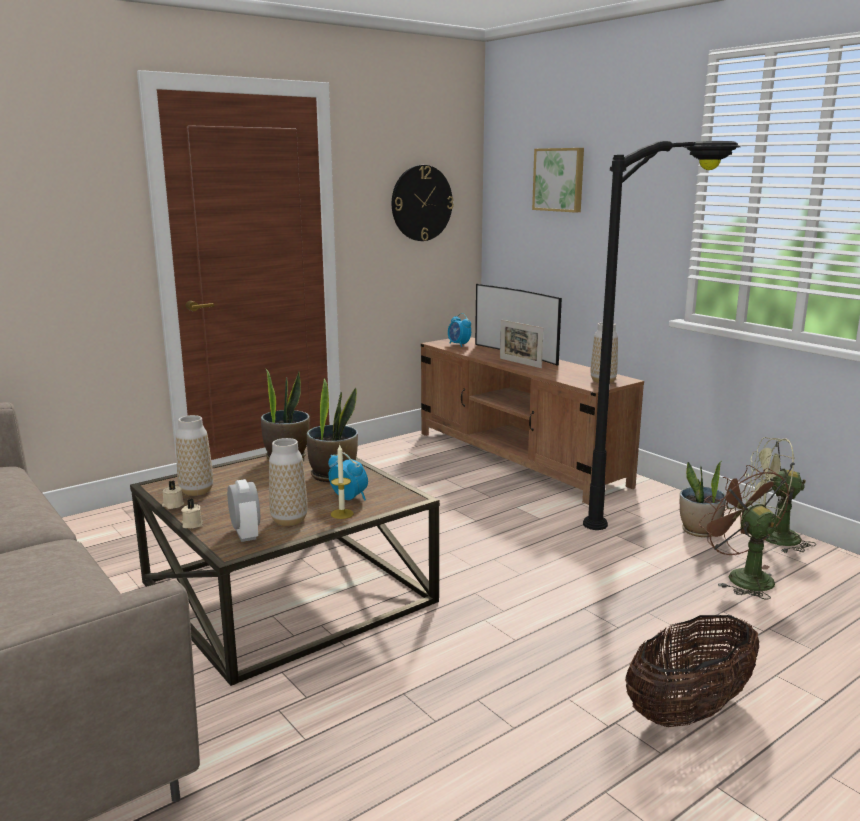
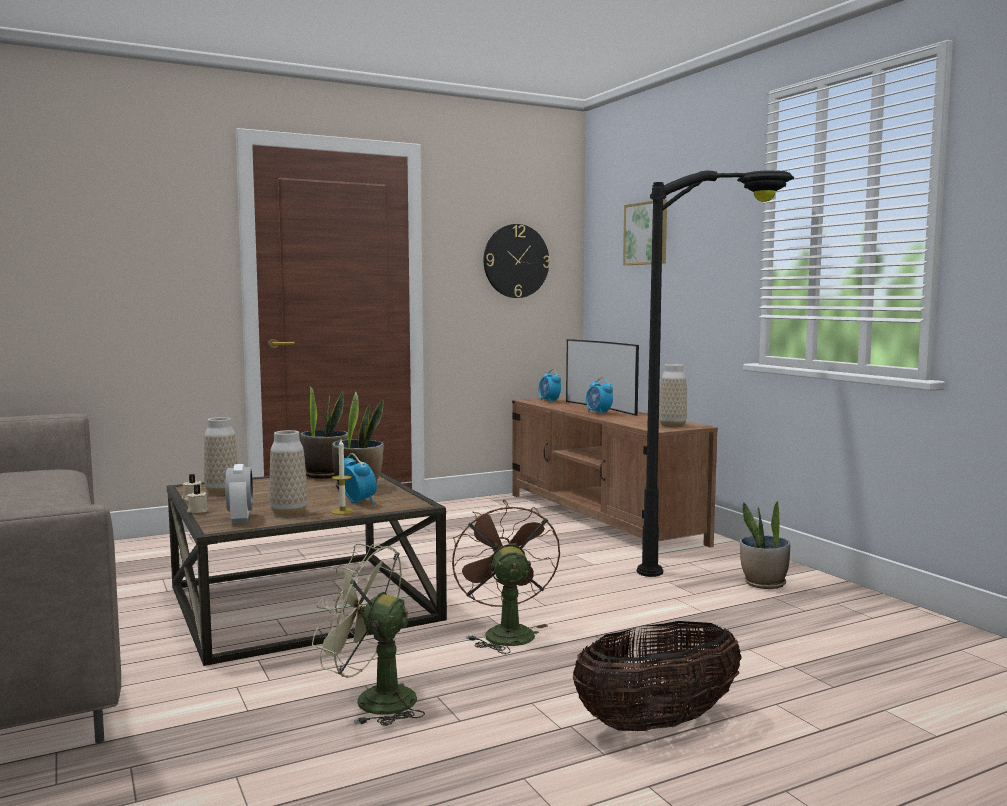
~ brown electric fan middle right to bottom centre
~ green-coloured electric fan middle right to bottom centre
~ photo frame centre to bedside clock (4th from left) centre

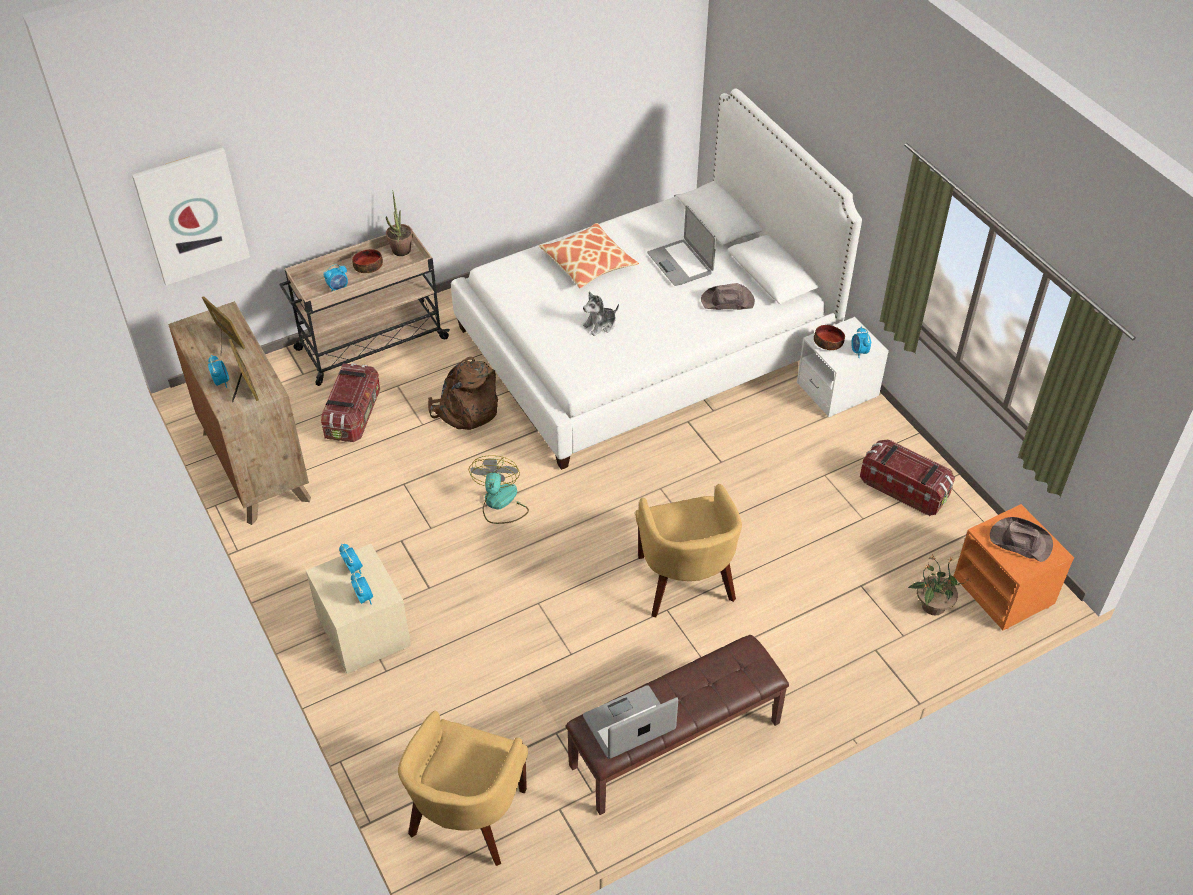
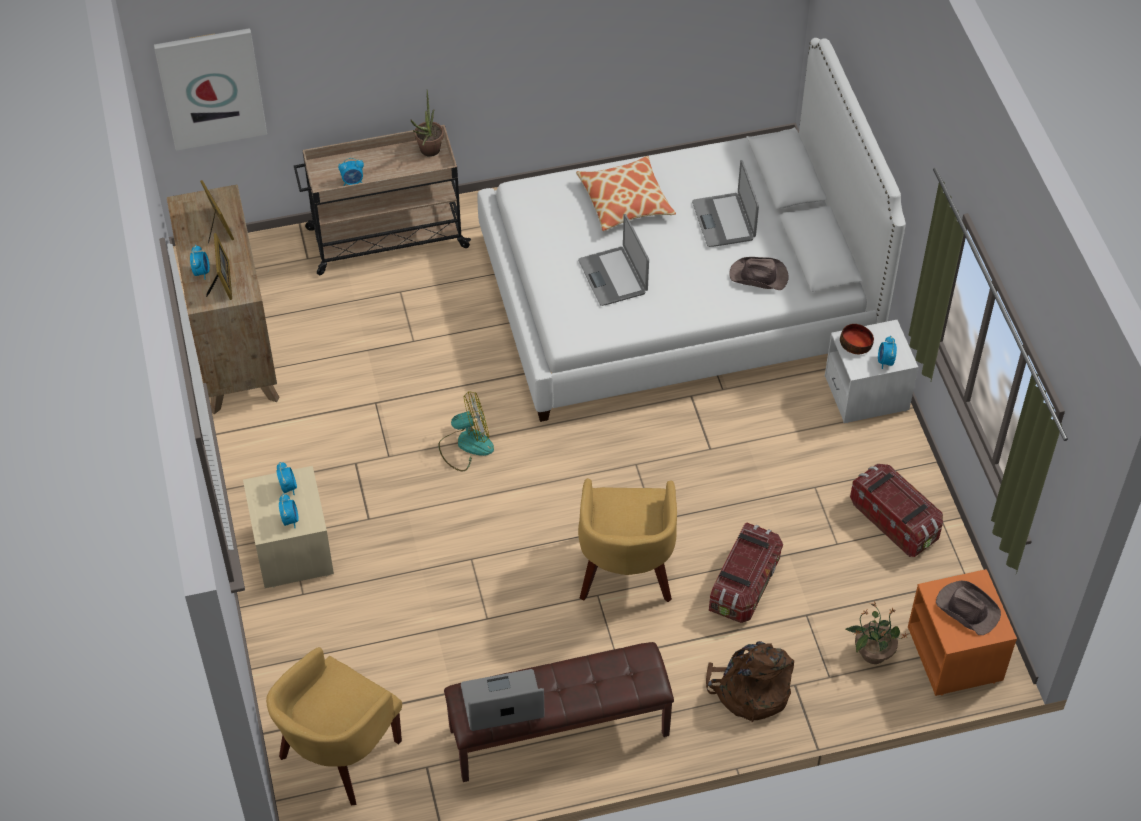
- bowl (1st from left) top left
~ storage bin (1st from left) middle left to bottom centre
~ brown rucksack centre to bottom centre
~ soft toy centre to portable computer (2nd from left) top centre
~ electric fan centre = centre 60 degrees clockwise

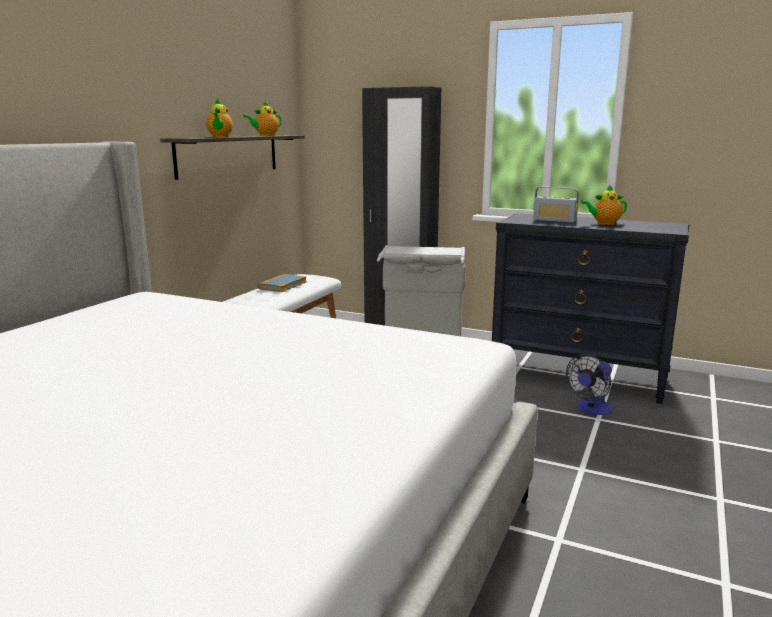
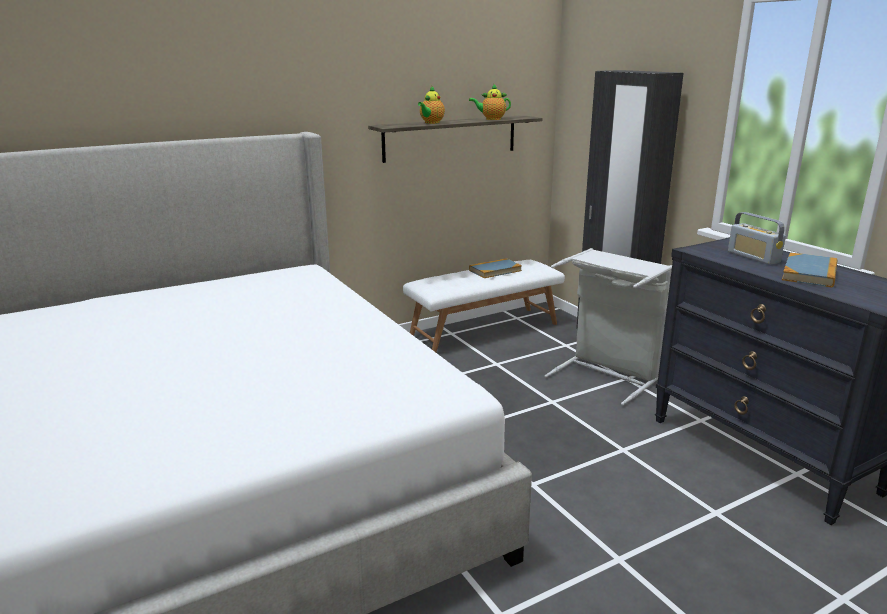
- electric fan middle right
~ tea pot (3rd from left) top right to bound book (2nd from left) middle right

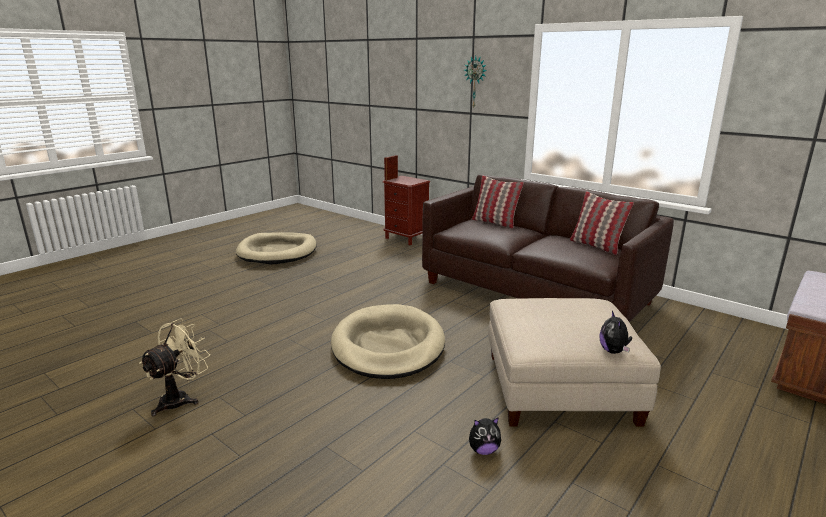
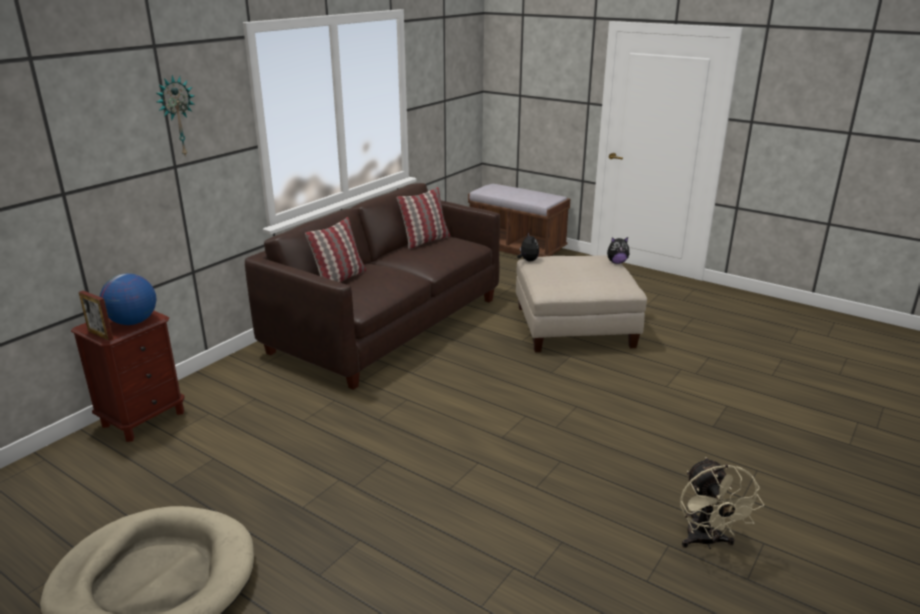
- beige-coloured pet bed (2nd from left) centre
+ globe middle left
~ soft toy (1st from left) bottom centre to centre
~ beige-coloured electric fan bottom left = bottom right 120 degrees counterclockwise

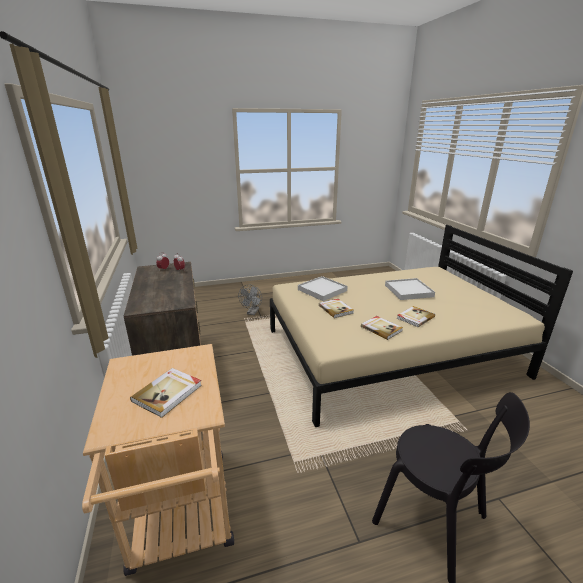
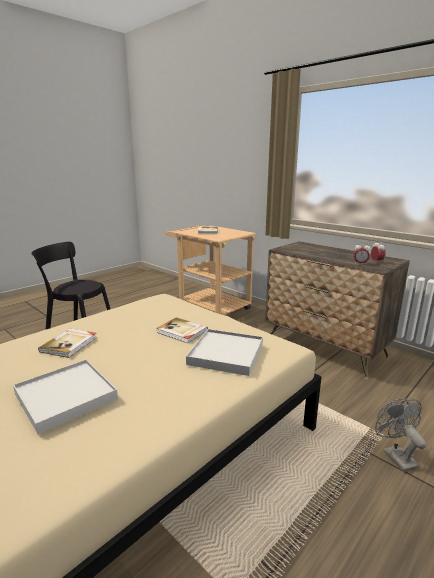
- bound book (3rd from left) centre

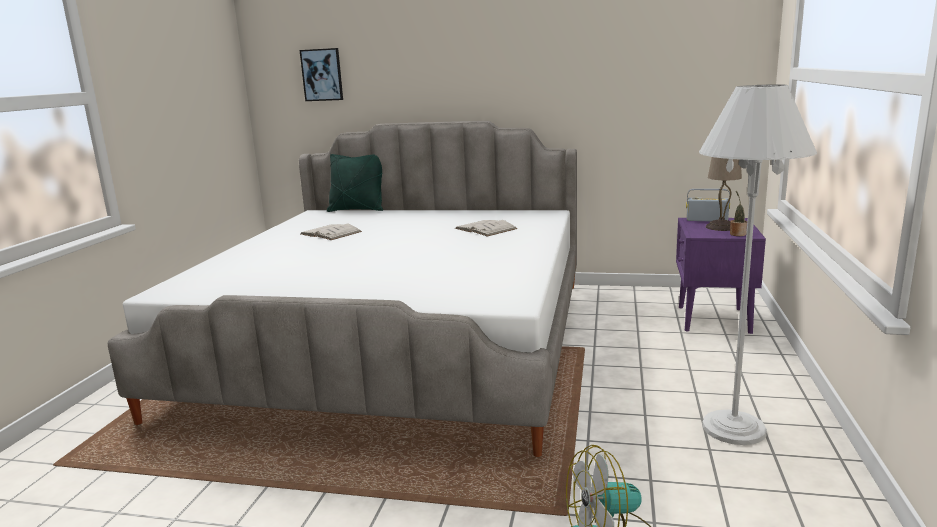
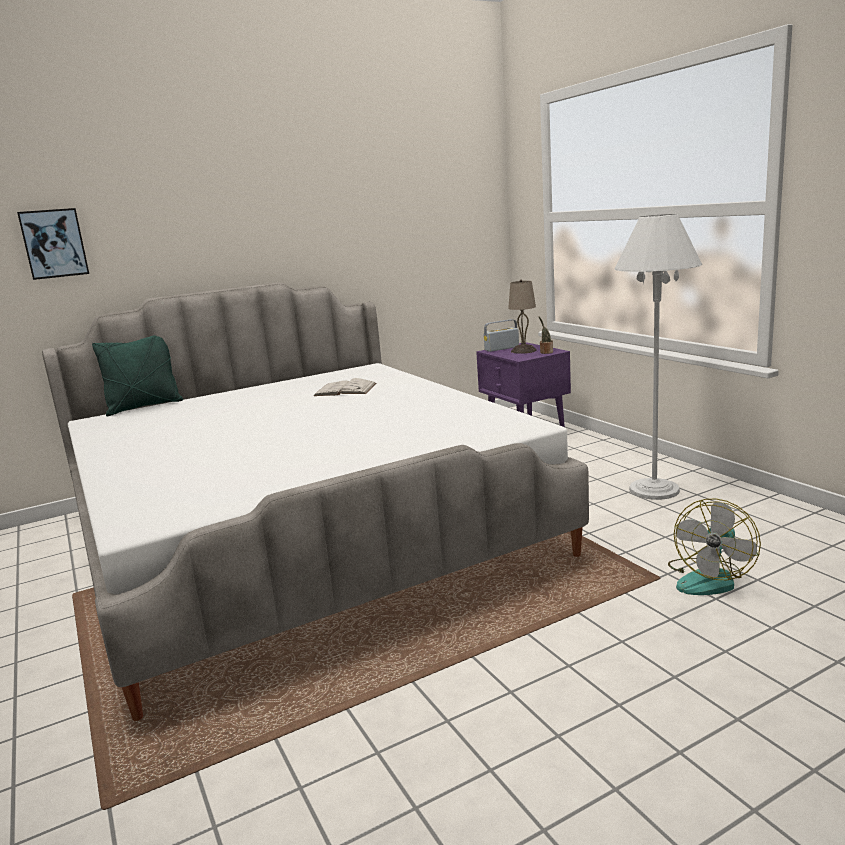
- whitish bound book (1st from left) centre

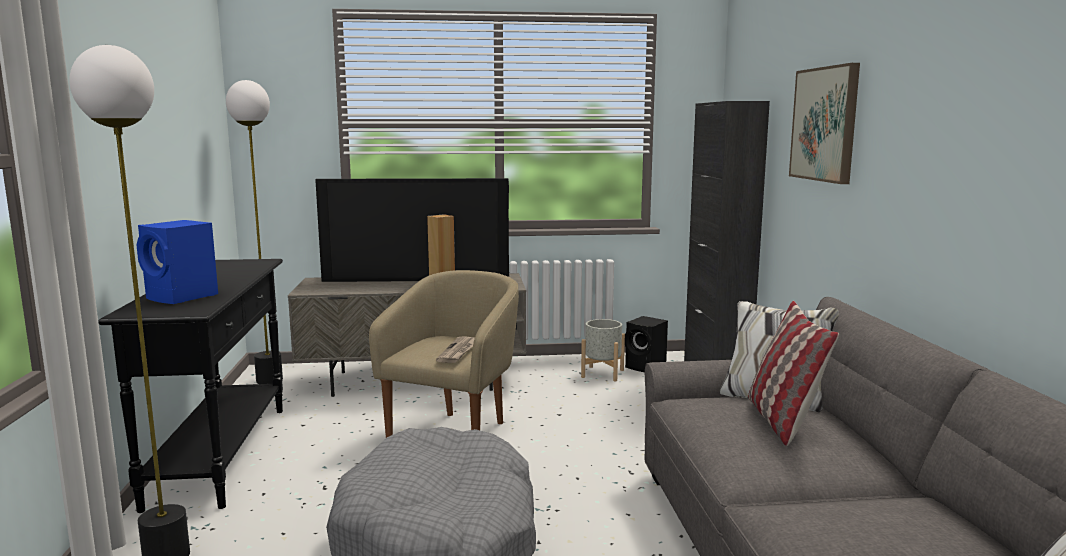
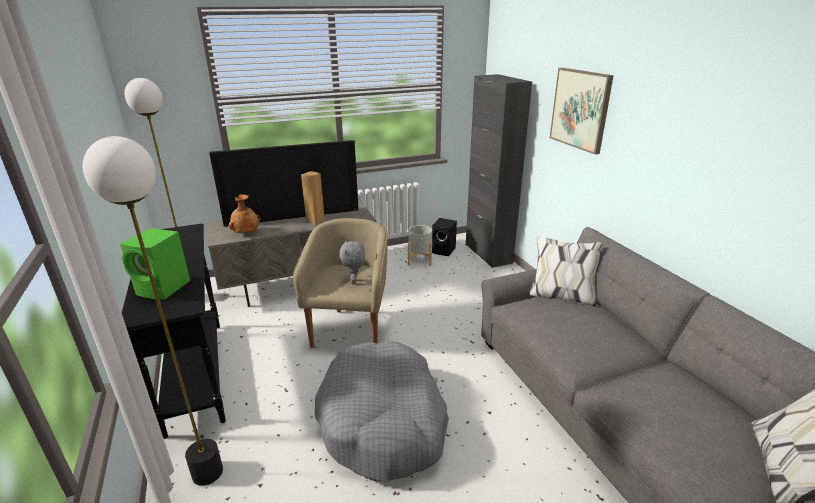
- pillow bottom right
+ brown vase middle left
~ printed paper centre to gray soft toy centre
~ blue-coloured speaker middle left to green-coloured speaker middle left

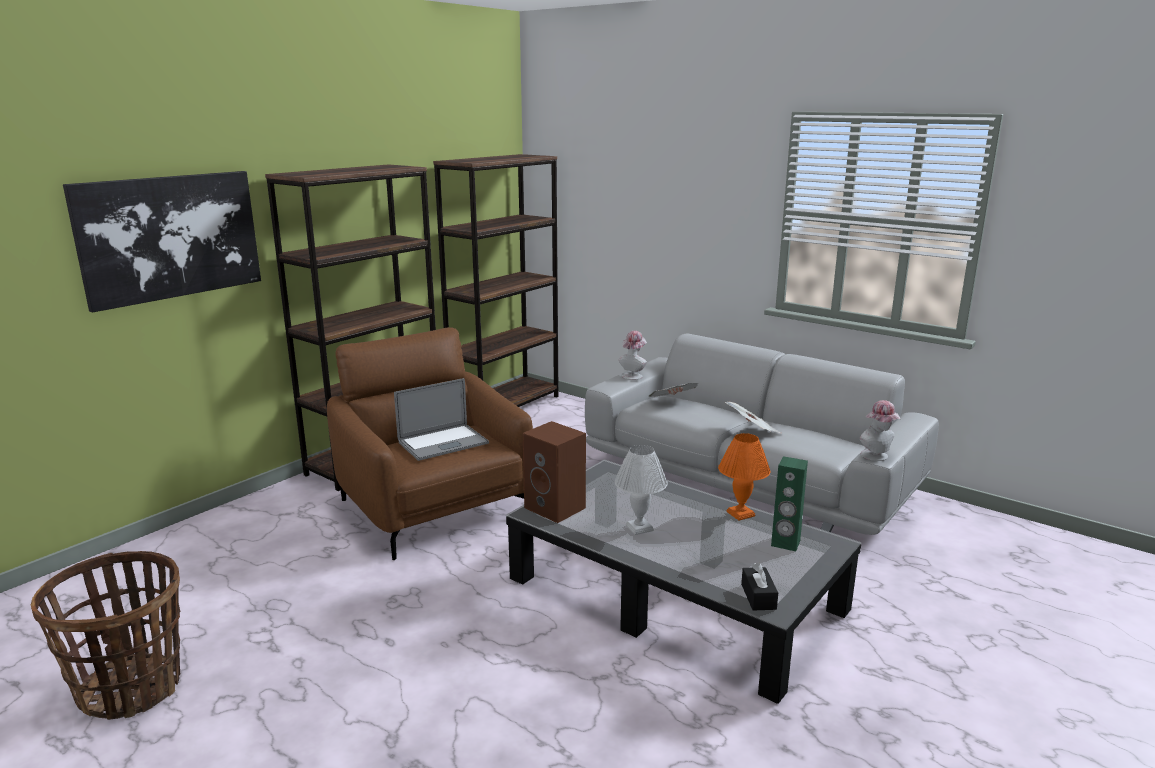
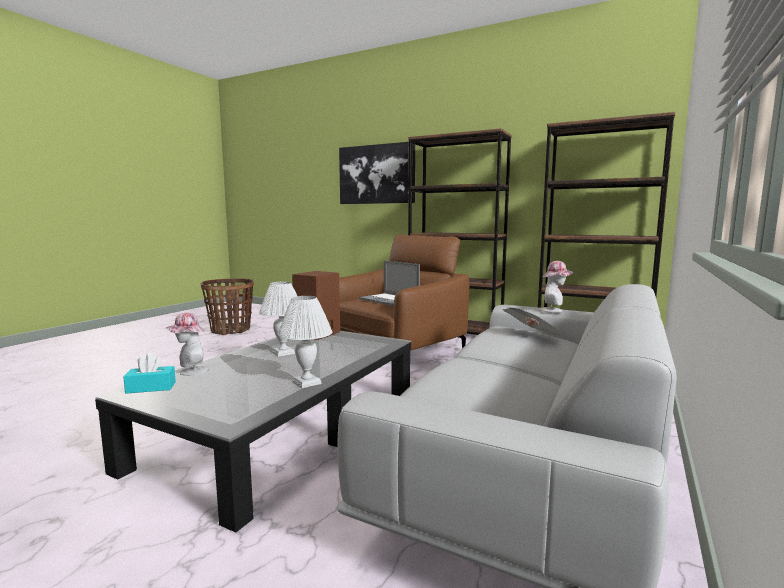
- printed paper (2nd from left) centre
- green-coloured speaker middle right
~ clothing hat (2nd from left in the first image) middle right to clothing hat (1st from left) middle left
~ orange-coloured lamp for a table centre to whitish lamp for a table (2nd from left) centre
~ black box of tissues bottom centre to turquoise-coloured box of tissues middle left

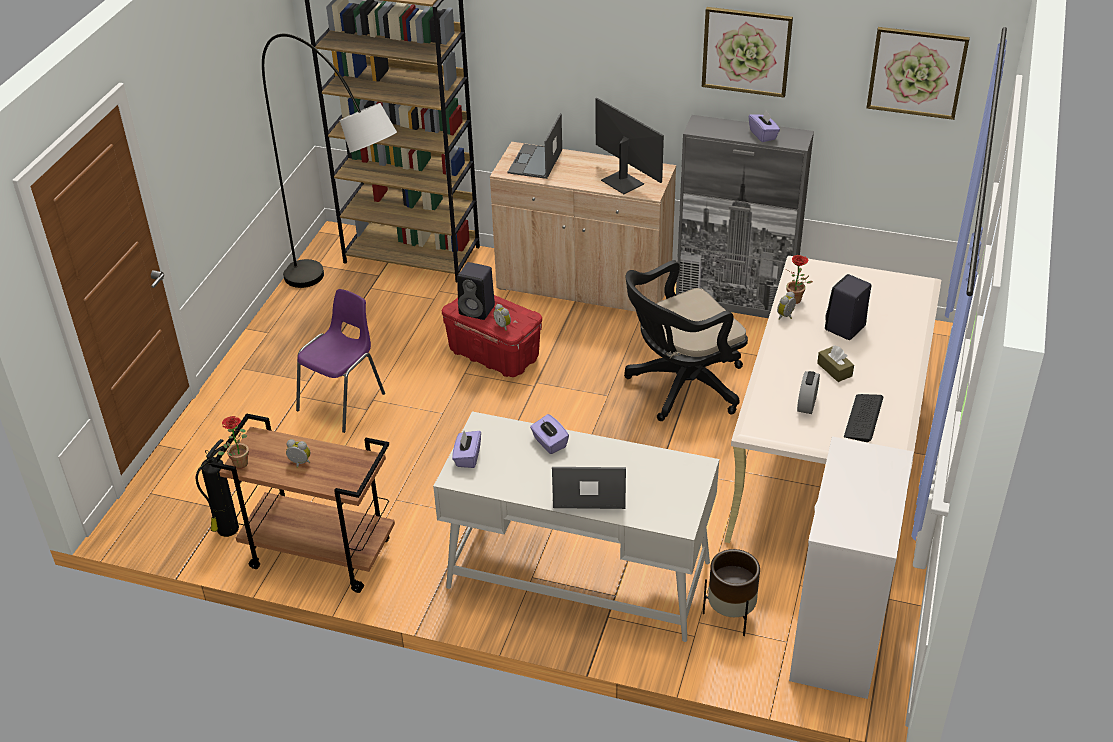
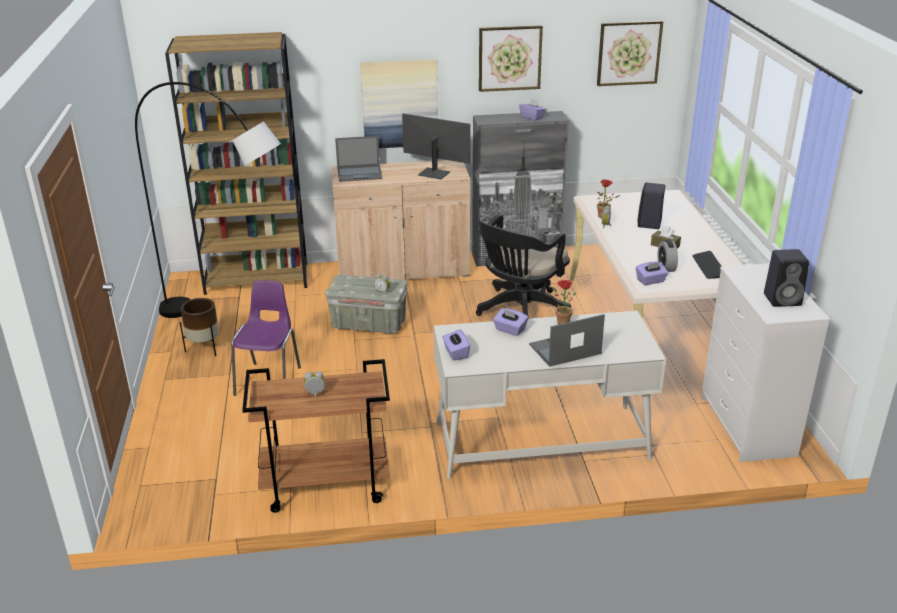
- fire extinguisher middle left
+ wall art (1st from left) top centre
+ purple-coloured box of tissues (4th from left) middle right
~ houseplant (1st from left) middle left to centre
~ black speaker (1st from left in the first image) centre to black speaker (2nd from left) middle right
~ brown plant pot bottom centre to middle left
~ red storage bin centre to gray storage bin centre
~ portable computer (1st from left) top centre = top centre 90 degrees counterclockwise

